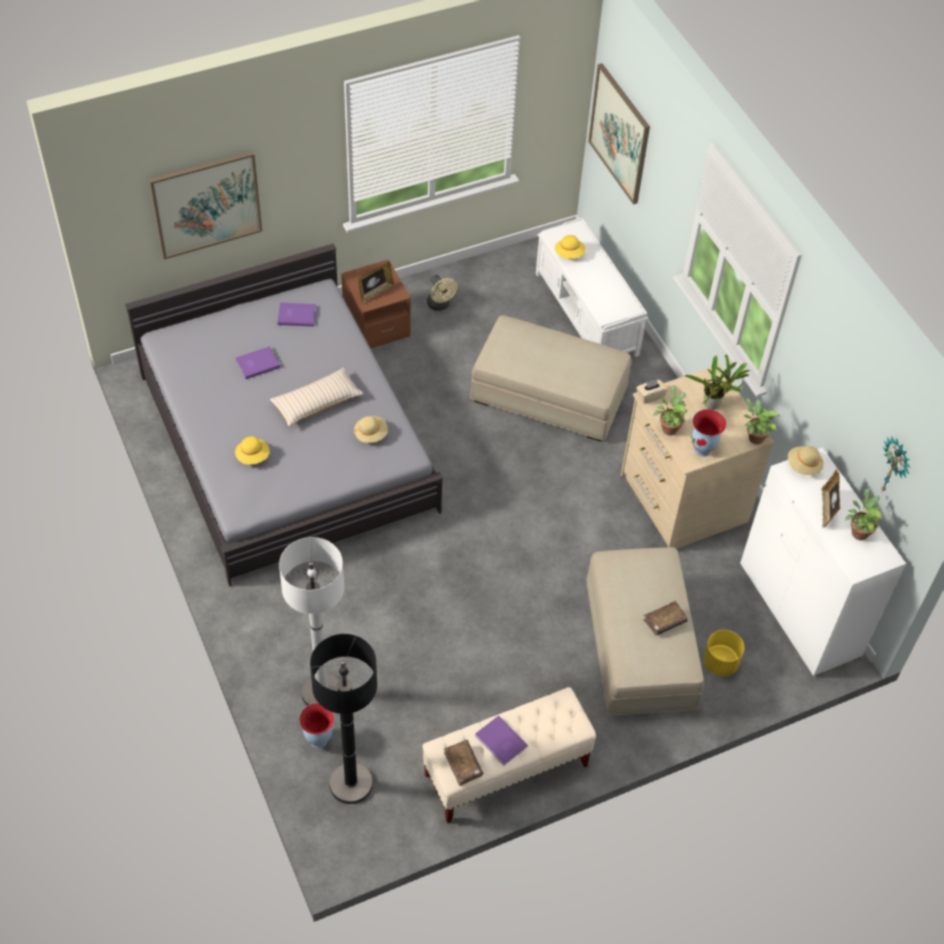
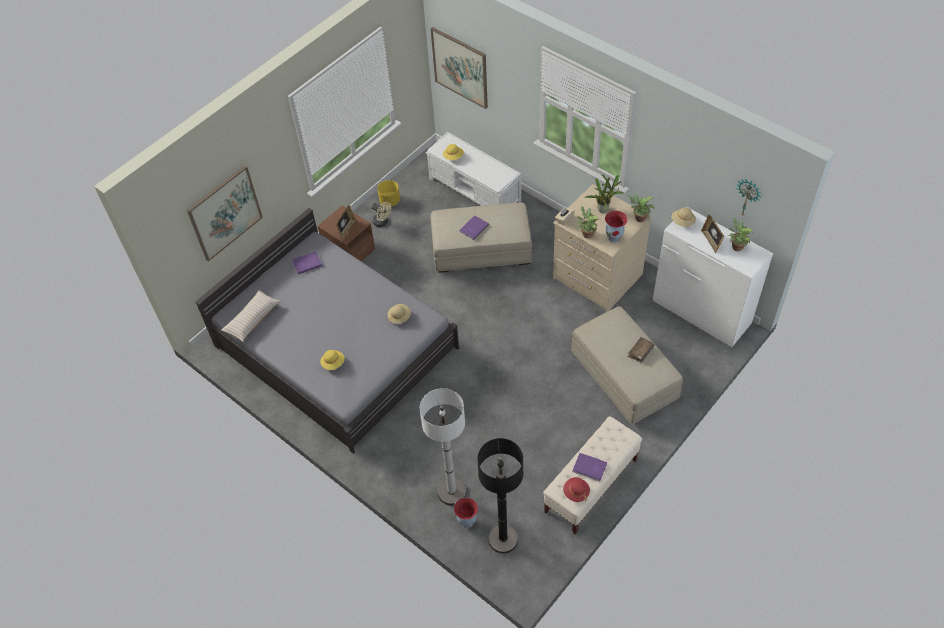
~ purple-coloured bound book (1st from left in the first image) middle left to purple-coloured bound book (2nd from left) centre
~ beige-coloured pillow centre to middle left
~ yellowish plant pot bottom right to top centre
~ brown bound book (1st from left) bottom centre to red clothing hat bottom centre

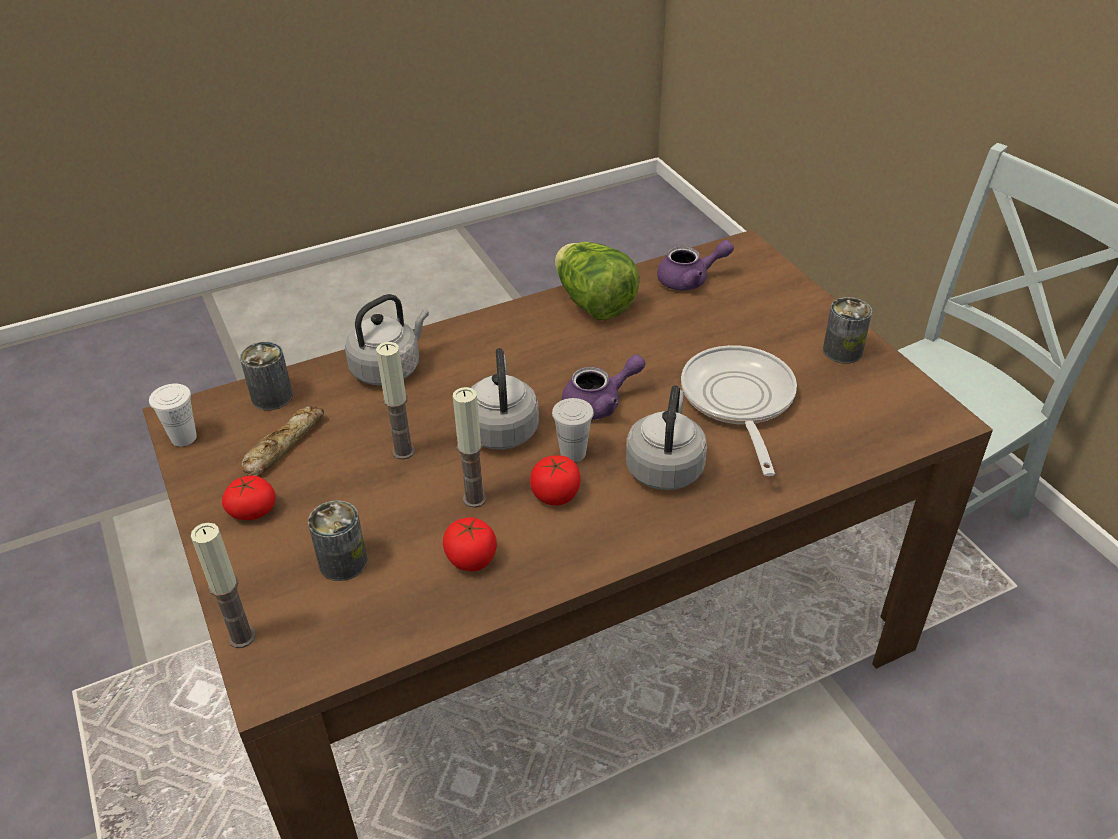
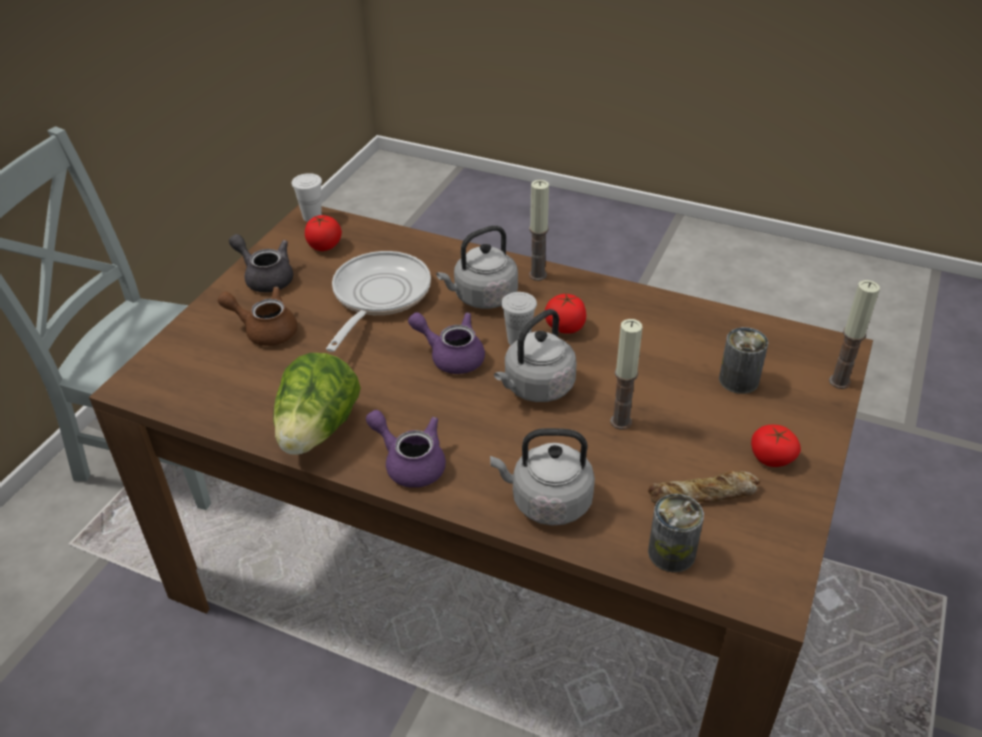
+ brown tea pot middle left
~ whitish cup (1st from left) middle left to top left
~ fresh tomato (2nd from left in the first image) centre to fresh tomato (1st from left) top left
~ wax light (3rd from left in the first image) centre to wax light (1st from left) top centre
~ purple-coloured tea pot (2nd from left in the first image) top centre to purple-coloured tea pot (1st from left) centre
~ can (3rd from left) middle right to gray tea pot middle left
~ skillet centre = centre 150 degrees clockwise

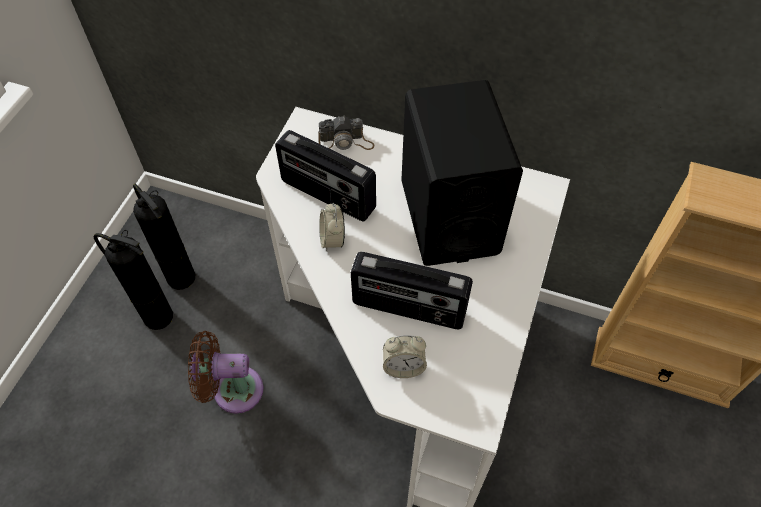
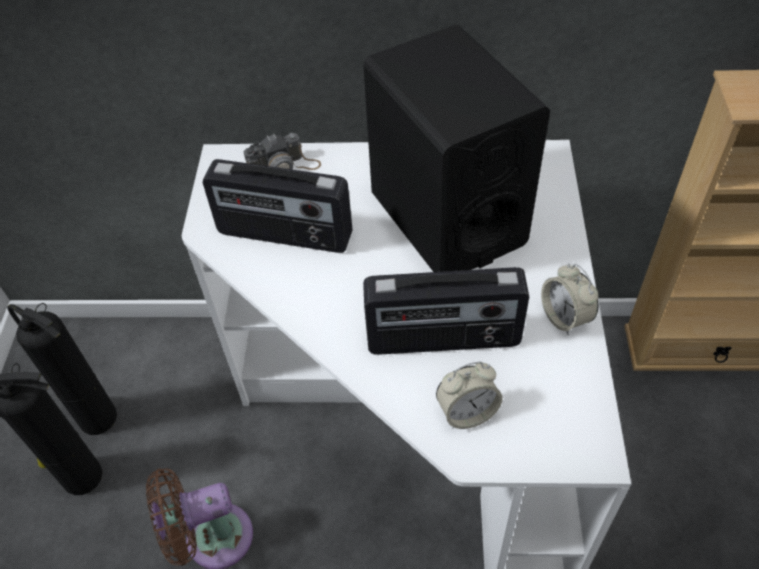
~ bedside clock (1st from left in the first image) centre to bedside clock (2nd from left) middle right

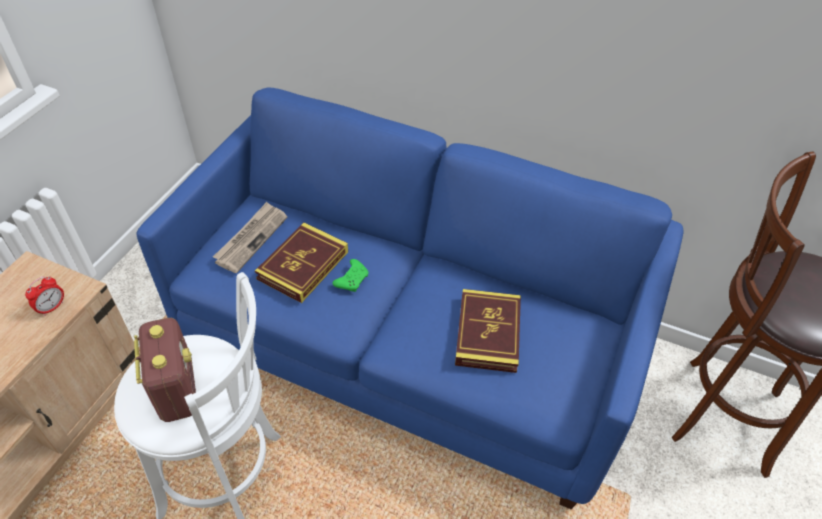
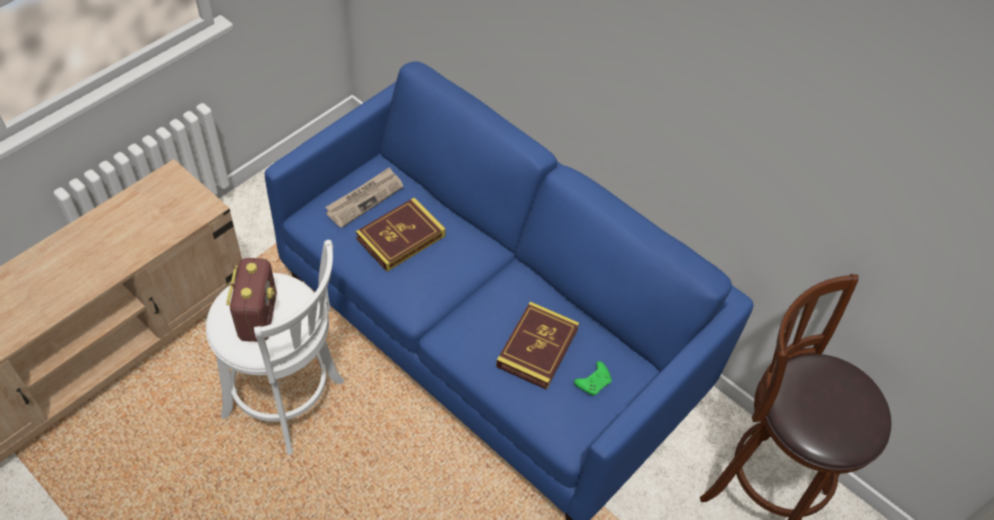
- bedside clock middle left
~ green-coloured joypad centre to bottom centre

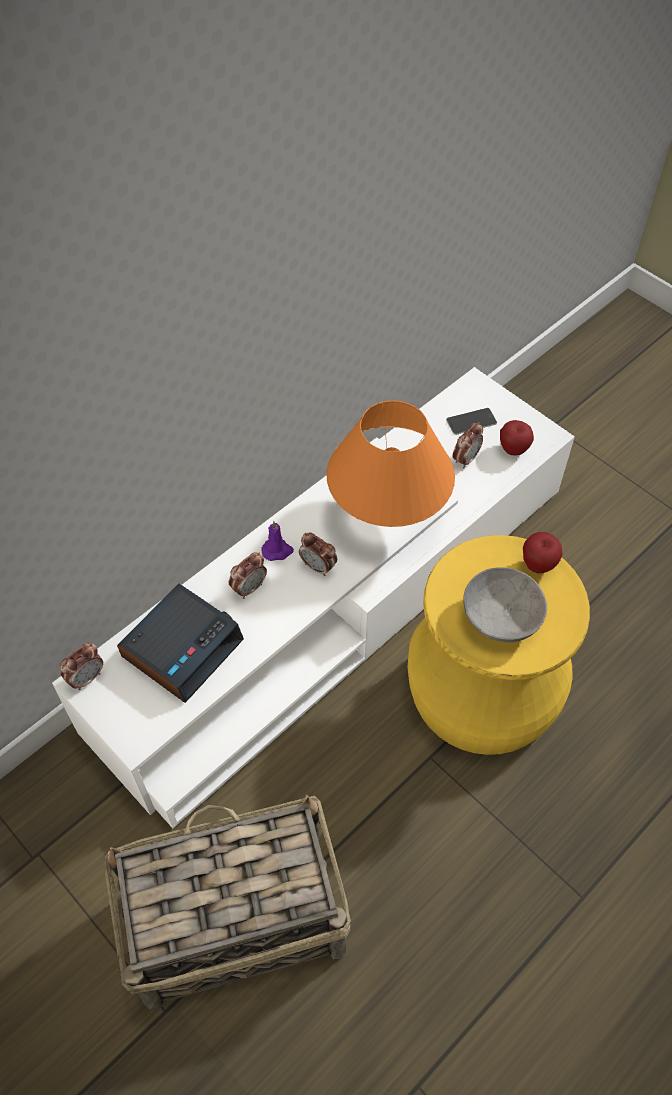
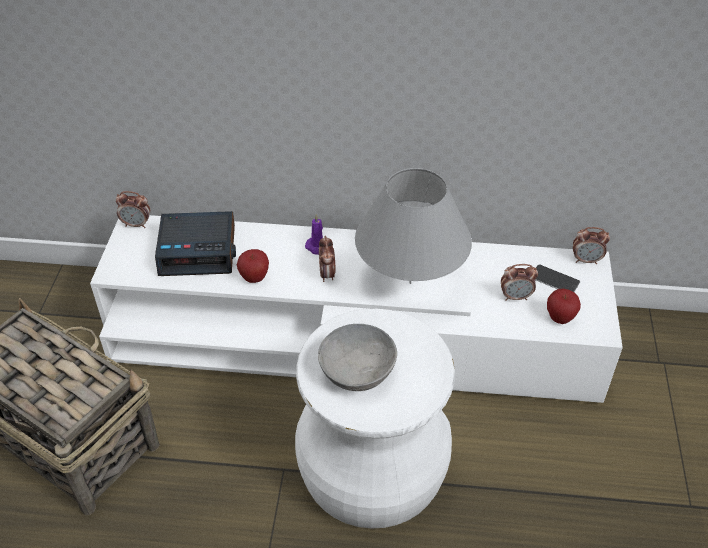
~ bedside clock (3rd from left in the first image) centre to bedside clock (5th from left) middle right
~ whole apple (2nd from left in the first image) middle right to whole apple (1st from left) centre
~ orange-coloured lamp for a table centre to gray lamp for a table centre
~ yellowish stool middle right to whitish stool bottom centre

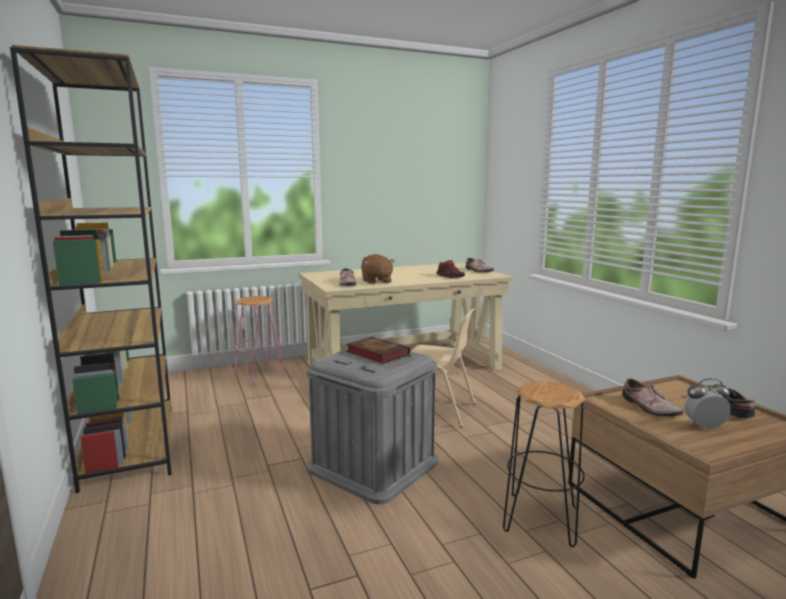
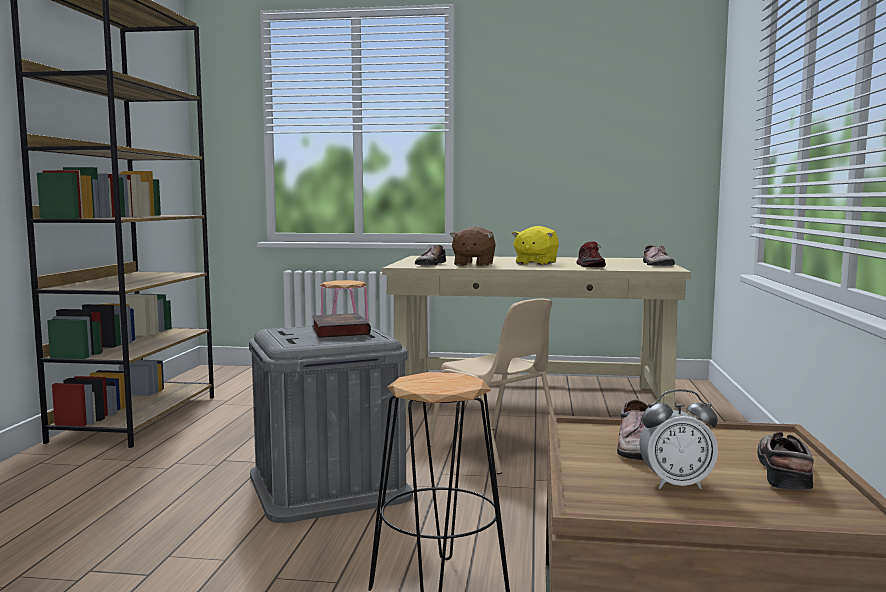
+ yellowish soft toy centre
~ bedside clock bottom right = bottom right 150 degrees clockwise

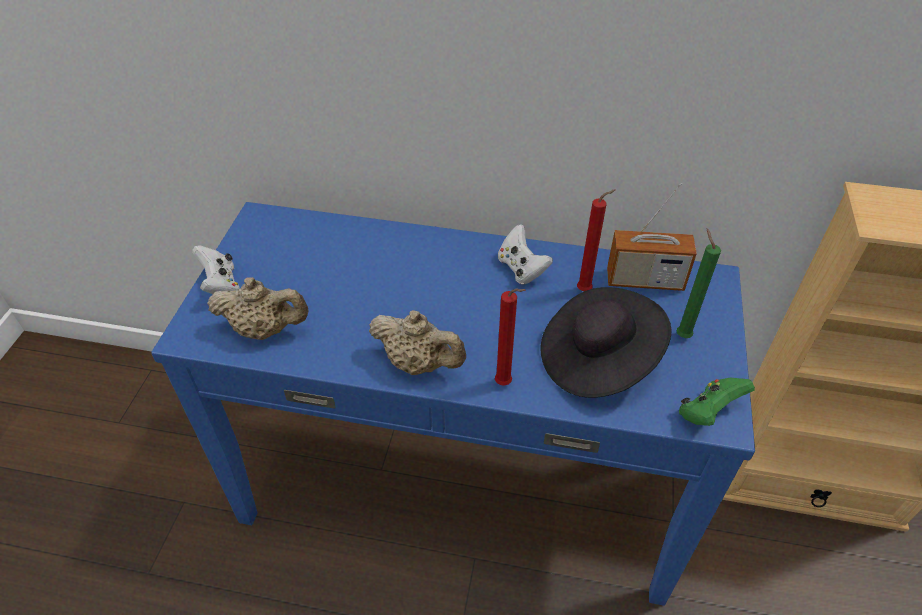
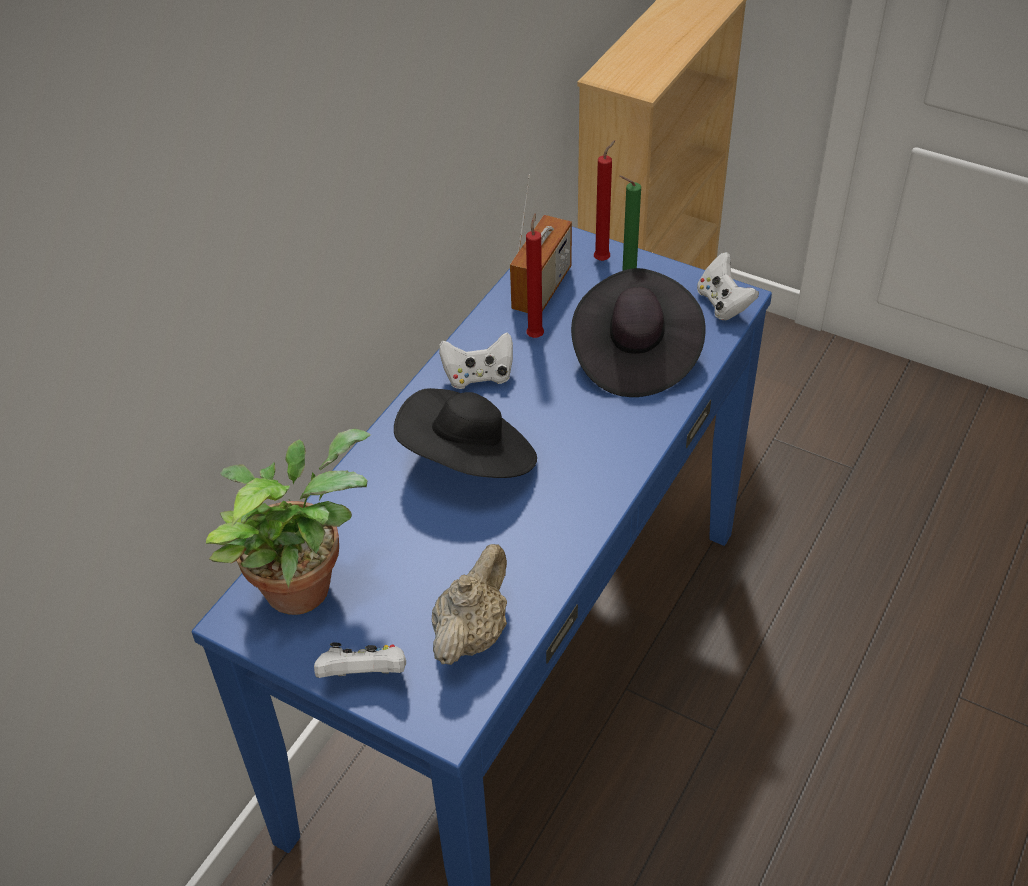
- beige-coloured tea pot (2nd from left) centre
+ houseplant middle left
+ black clothing hat (1st from left) centre
~ red wax light (1st from left in the first image) centre to red wax light (2nd from left) top centre
~ green-coloured joypad middle right to whitish joypad (3rd from left) top right

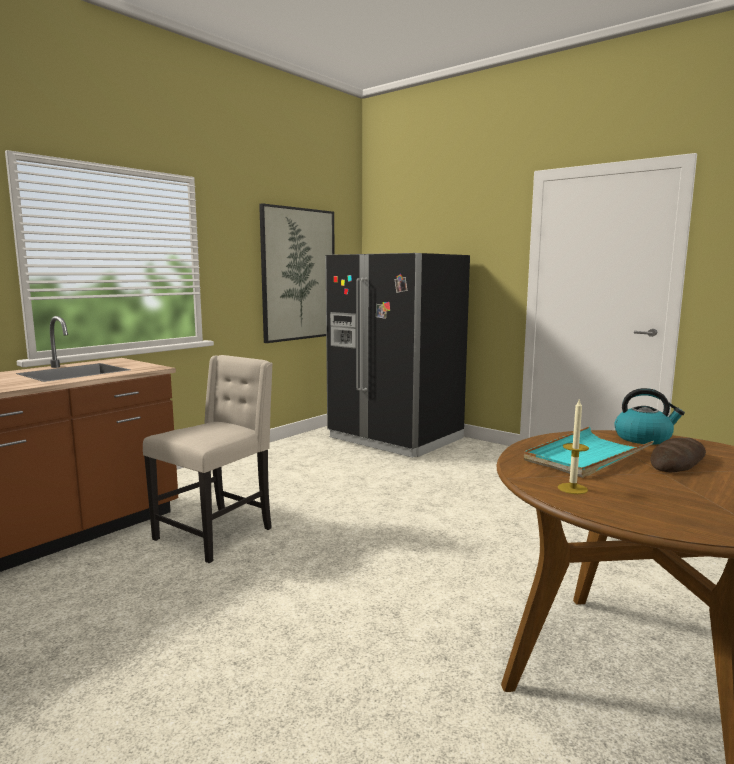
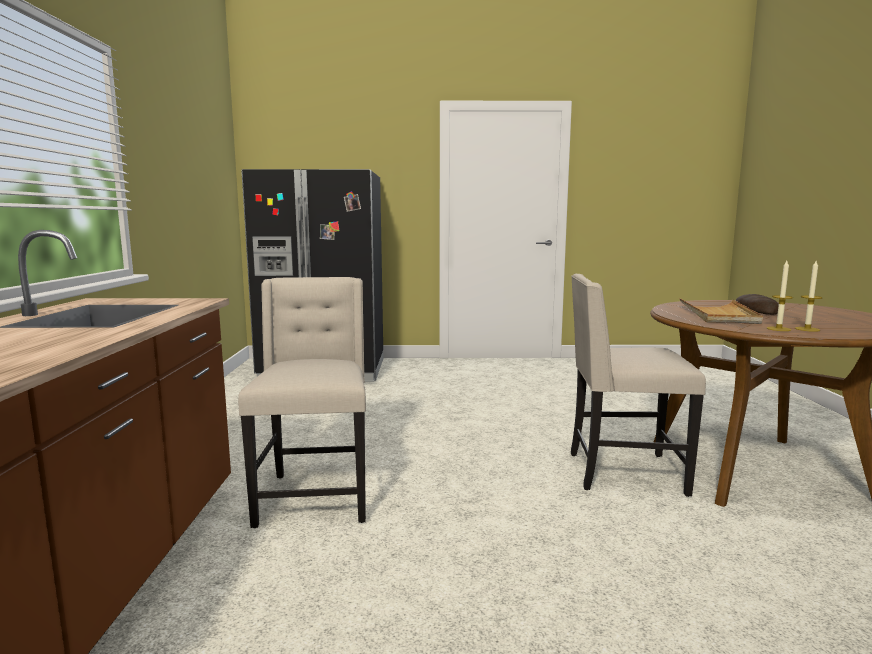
- wall art centre
- kettle middle right
+ beige-coloured chair (2nd from left) middle right
+ wax light (2nd from left) middle right
~ turquoise-coloured carrying tray middle right to beige-coloured carrying tray middle right

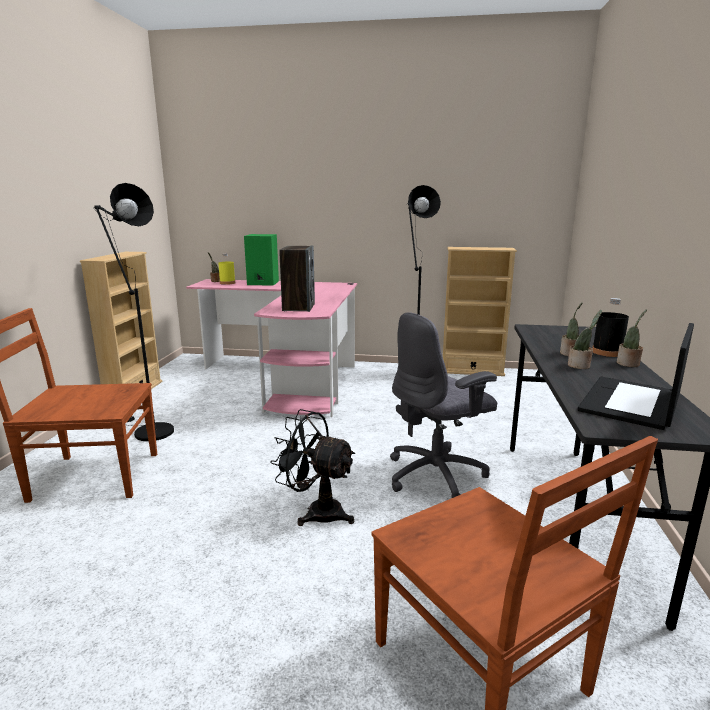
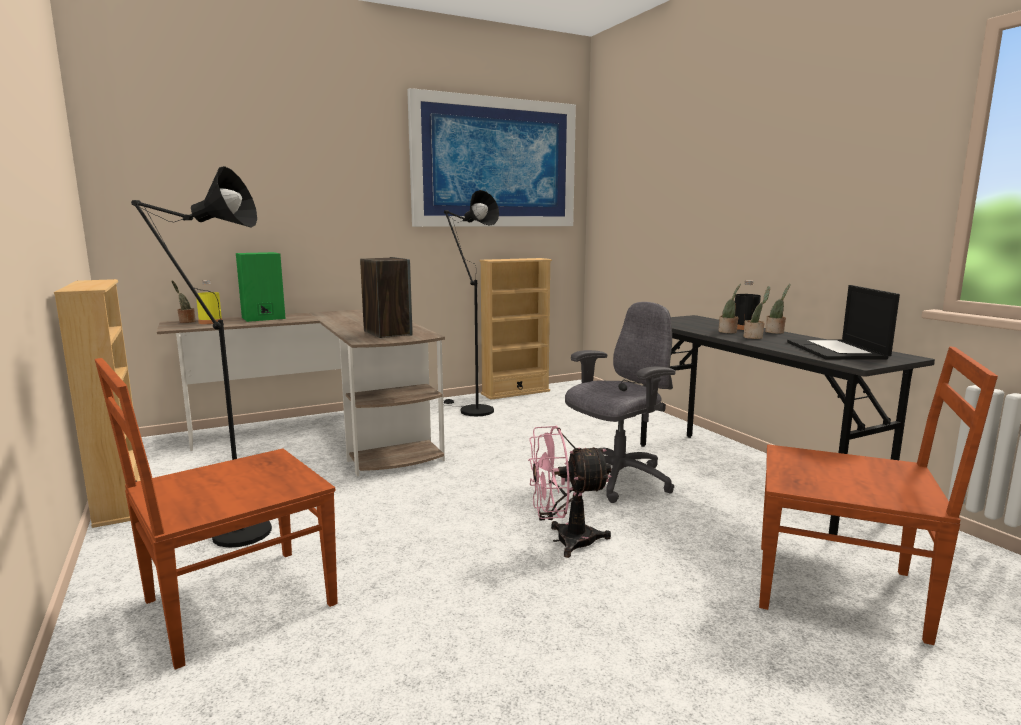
+ wall art top centre
~ pink desk table centre to brown desk table middle left
~ black electric fan centre to pink electric fan bottom centre
~ gray office chair centre = centre 150 degrees counterclockwise

